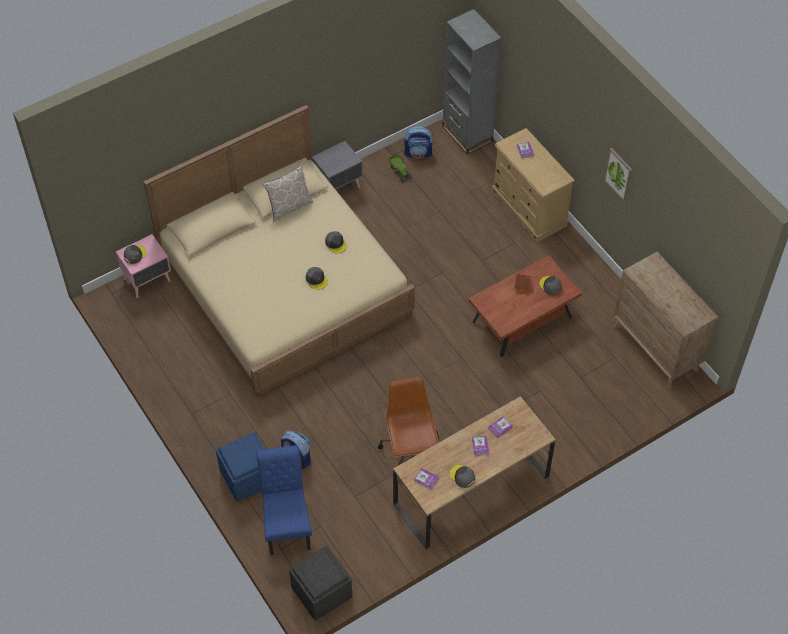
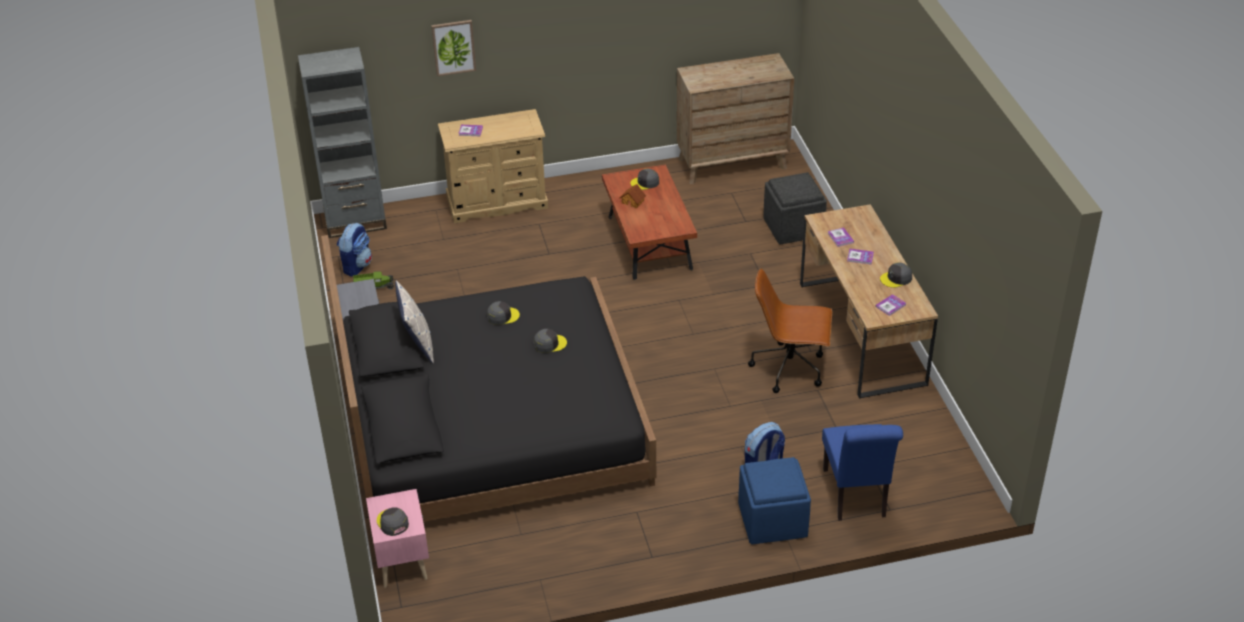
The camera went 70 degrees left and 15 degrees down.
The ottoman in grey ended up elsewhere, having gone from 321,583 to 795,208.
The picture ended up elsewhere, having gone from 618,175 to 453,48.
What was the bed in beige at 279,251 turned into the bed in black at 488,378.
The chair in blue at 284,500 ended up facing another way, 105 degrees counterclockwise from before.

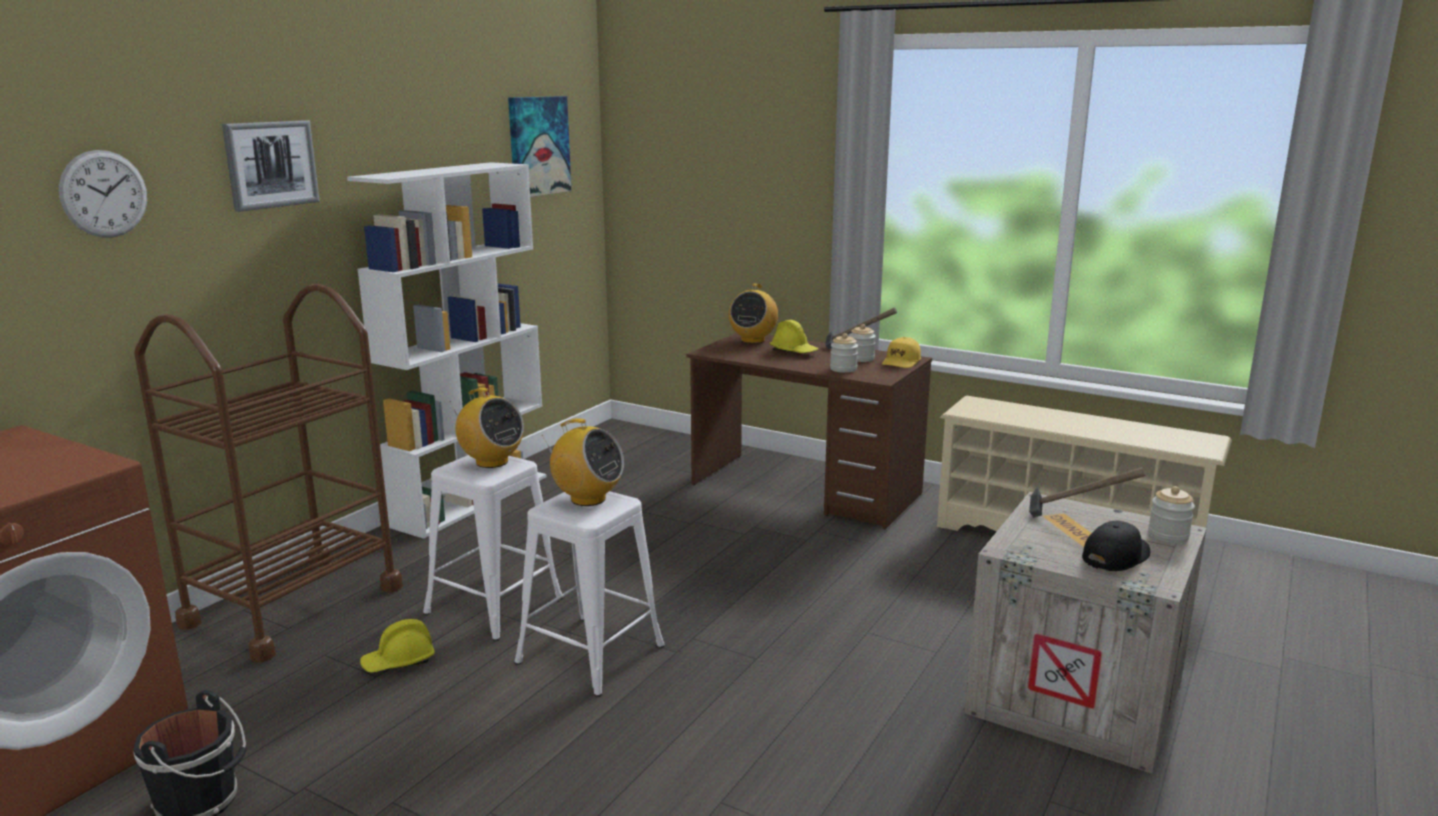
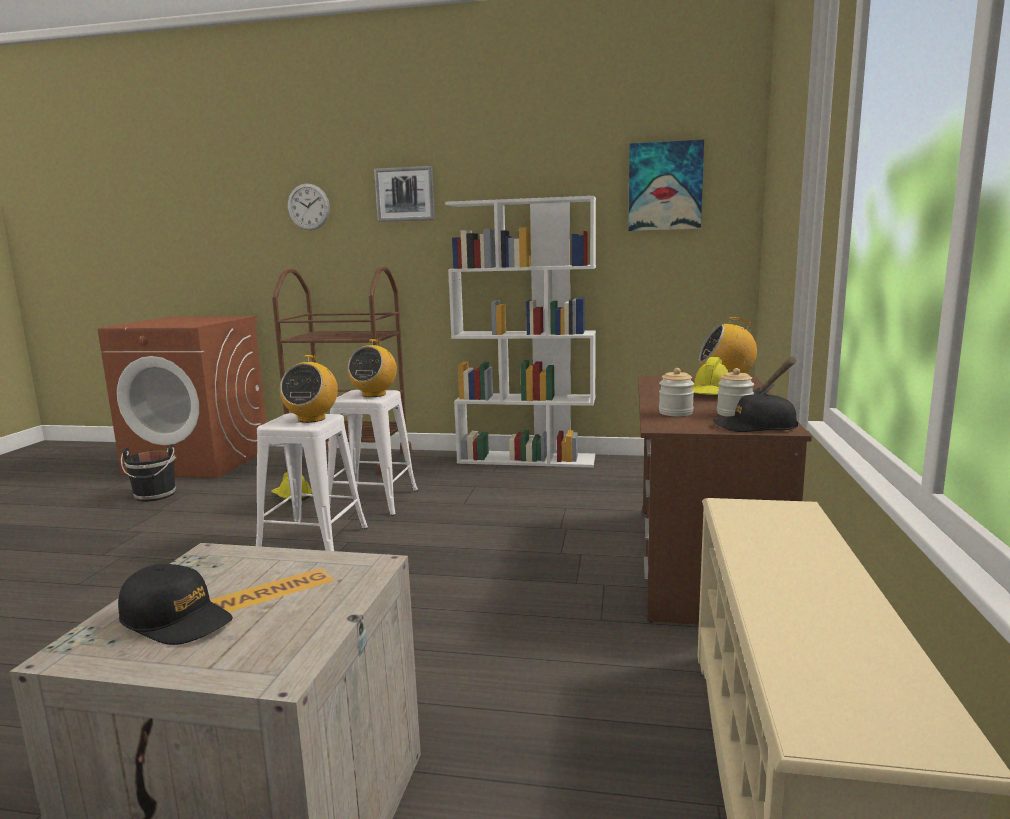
The camera went 70 degrees right and 5 degrees down.
The second view lost the hammer at 1087,492.
The second view lost the jar at 1171,514.
What was the cap in yellow at 901,352 turned into the cap in black at 755,413.

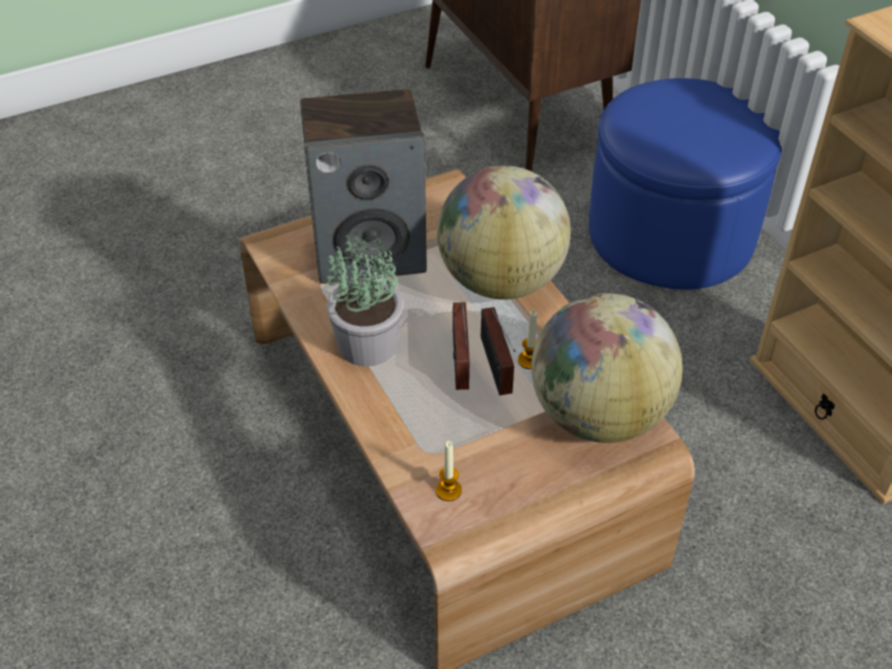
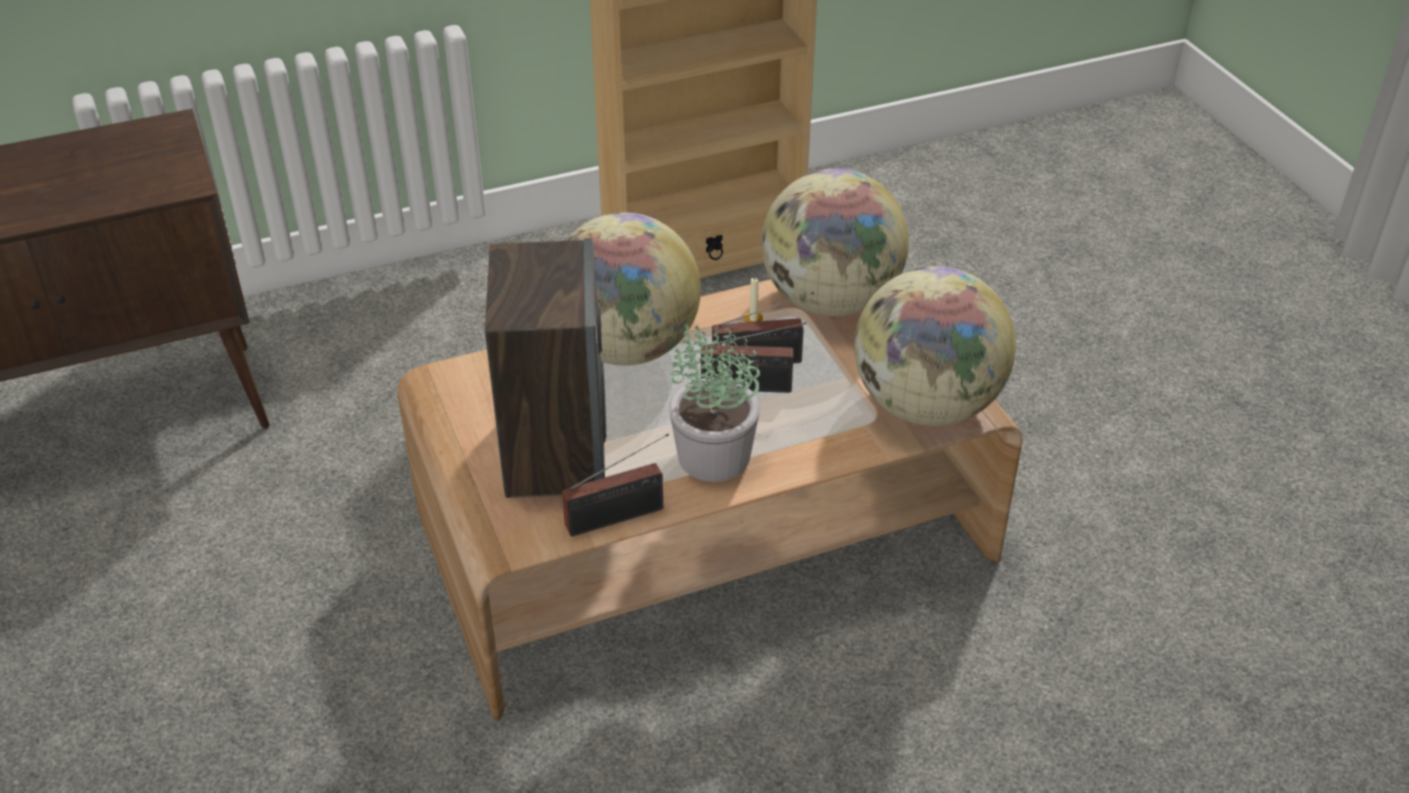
The camera went 85 degrees left and 5 degrees down.
The second view lost the ottoman in blue at 685,184.
The second view gained the radio at 615,485.
Where the candle stood at 449,471, the globe came to stand at 935,346.

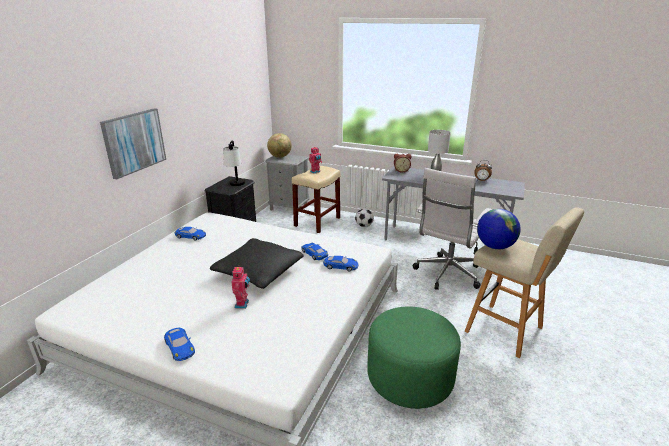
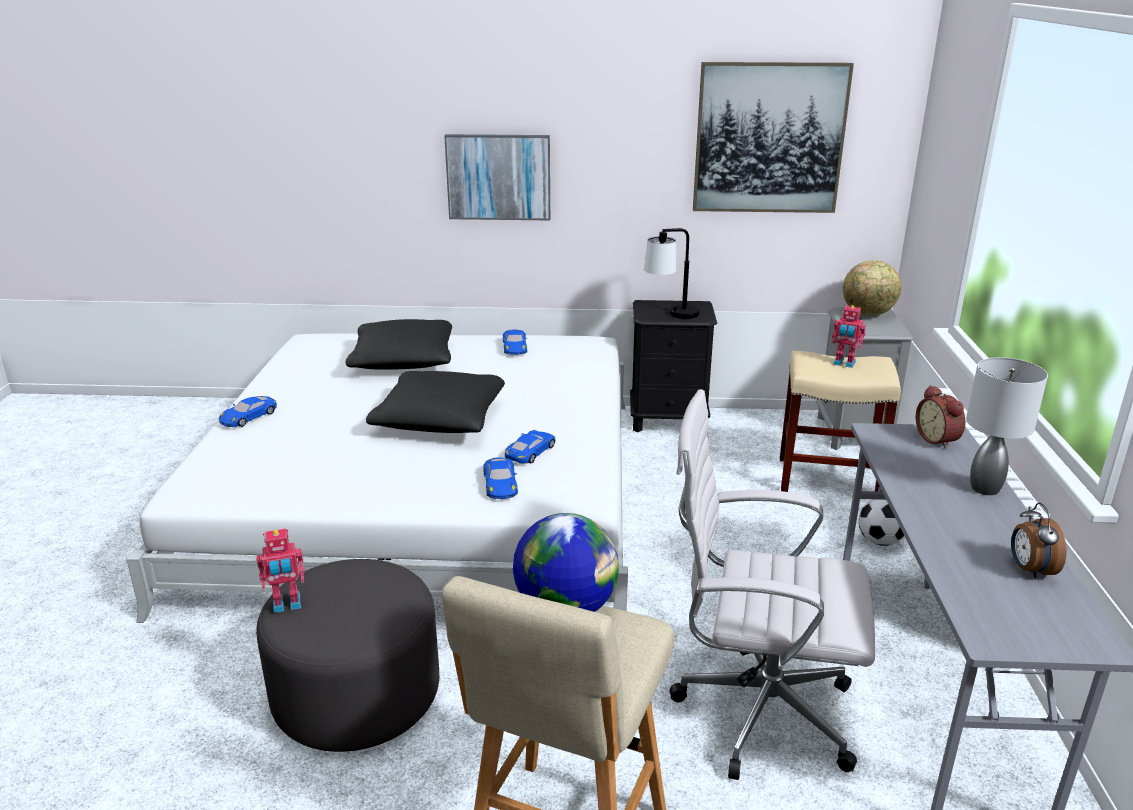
The camera went 70 degrees right and 0 degrees up.
The second view gained the pillow in black at 398,344.
The second view gained the picture at 773,137.
The toy robot ended up elsewhere, having gone from 240,288 to 280,571.
What was the ottoman in green at 414,358 turned into the ottoman in grey at 347,655.

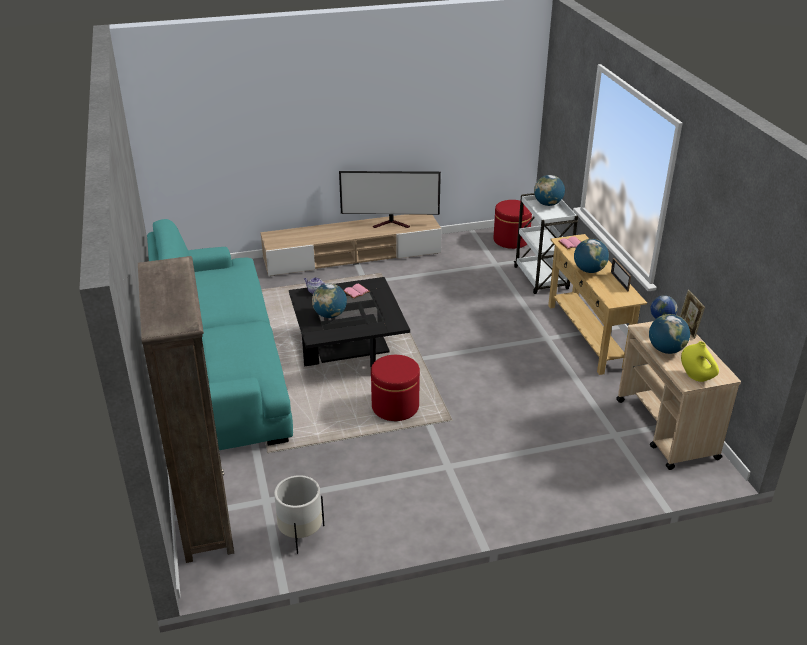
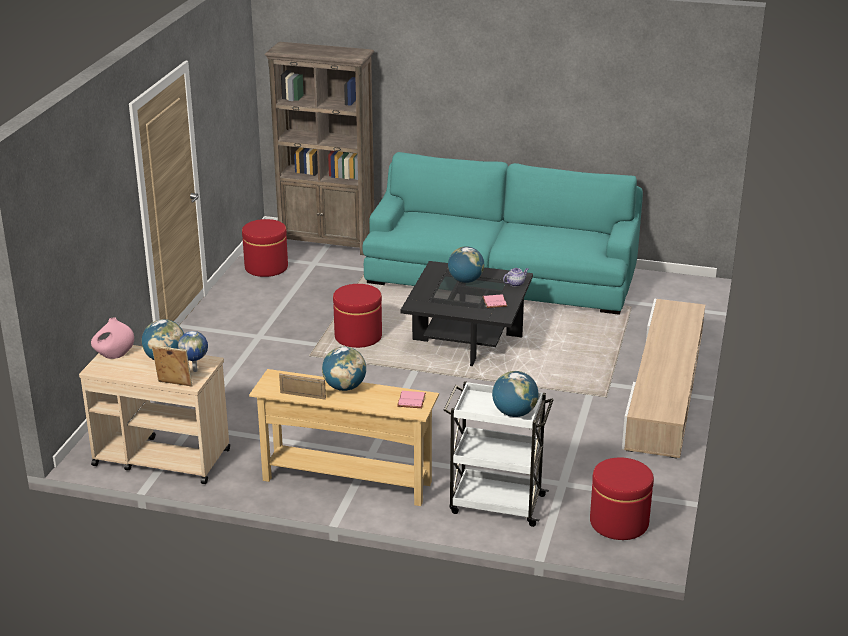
The camera went 120 degrees right and 5 degrees down.
The second view lost the television at 390,199.
Where the planter in white stood at 299,514, the ottoman in red came to stand at 265,248.
What was the vase in yellow at 700,361 turned into the vase in pink at 112,338.

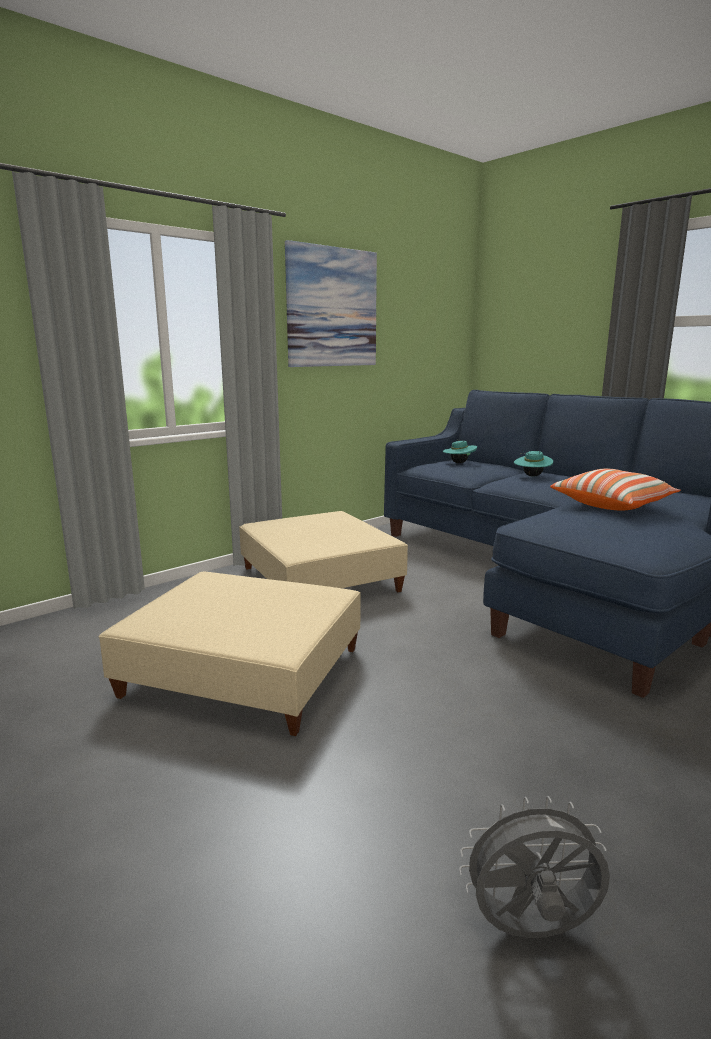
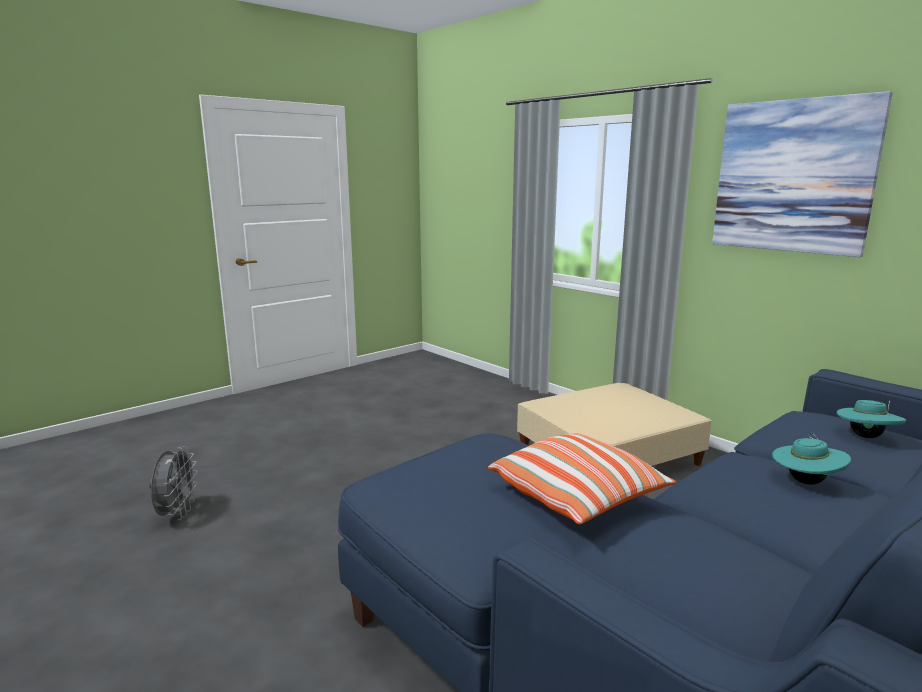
The camera went 90 degrees right and 0 degrees up.
The second view lost the ottoman in beige at 229,654.

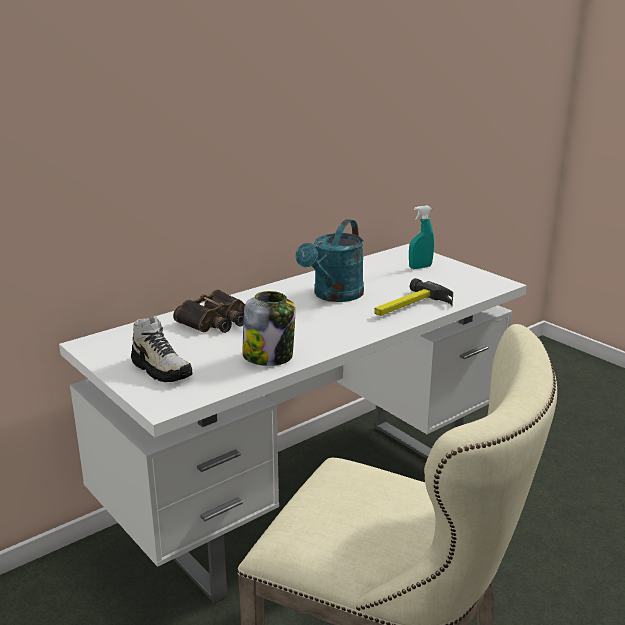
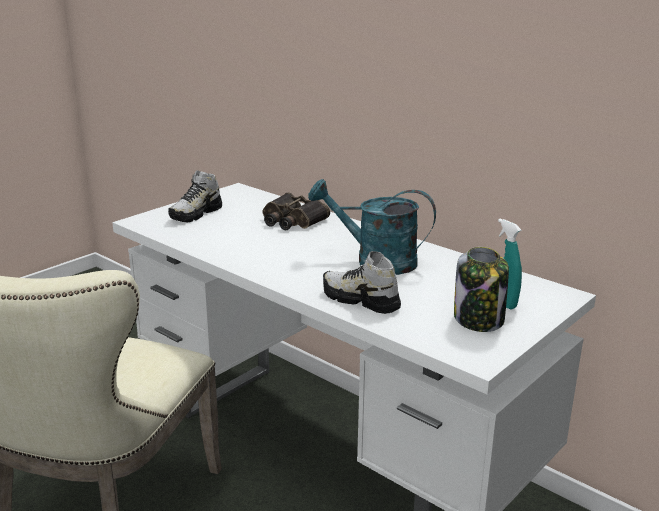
The camera went 80 degrees right and 0 degrees up.
The jar ended up elsewhere, having gone from 268,328 to 481,289.
Where the hammer stood at 413,297, the shoe came to stand at 362,282.

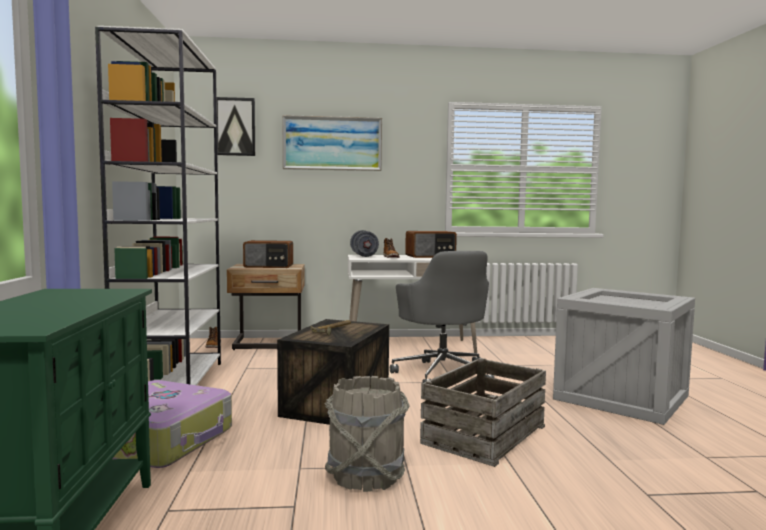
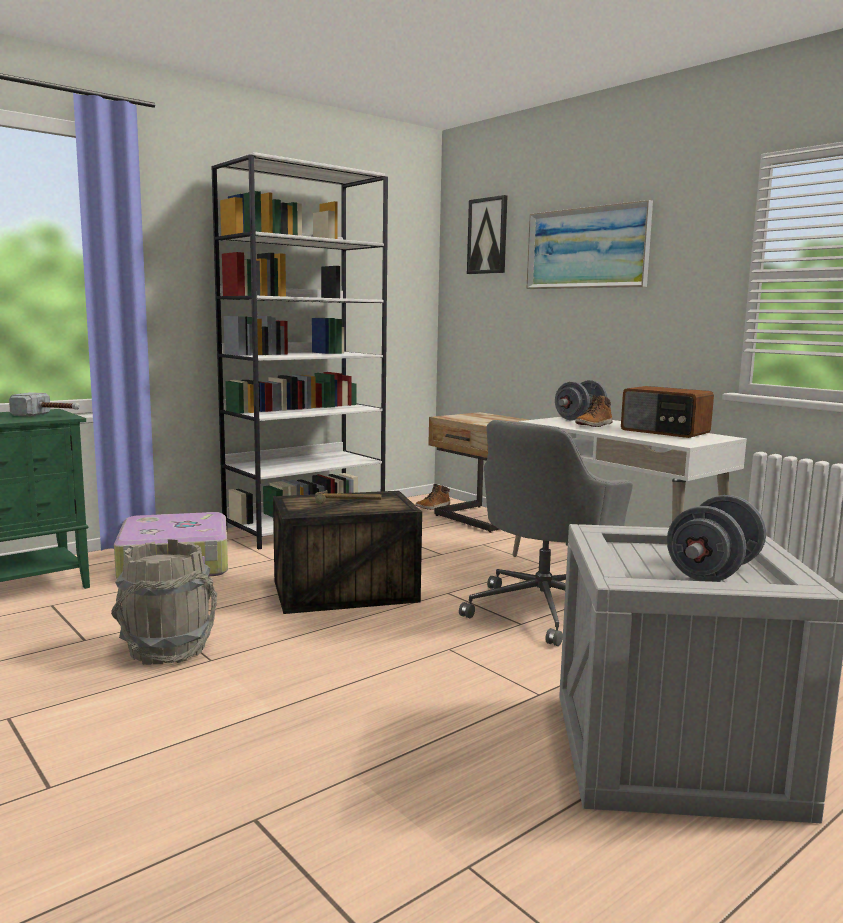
The camera went 55 degrees right and 5 degrees up.
The second view lost the radio at 268,254.
The second view lost the crate at 483,412.
The second view gained the hammer at 44,404.
The second view gained the dumbbell in grey at 716,538.

